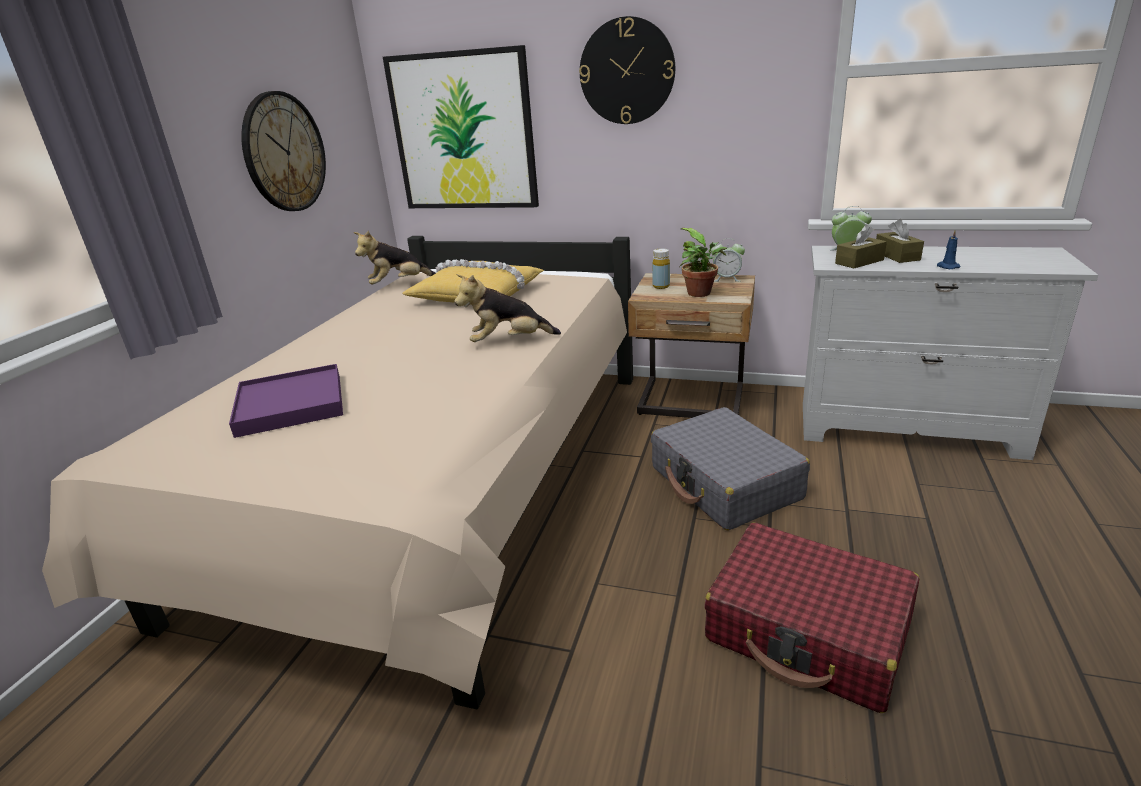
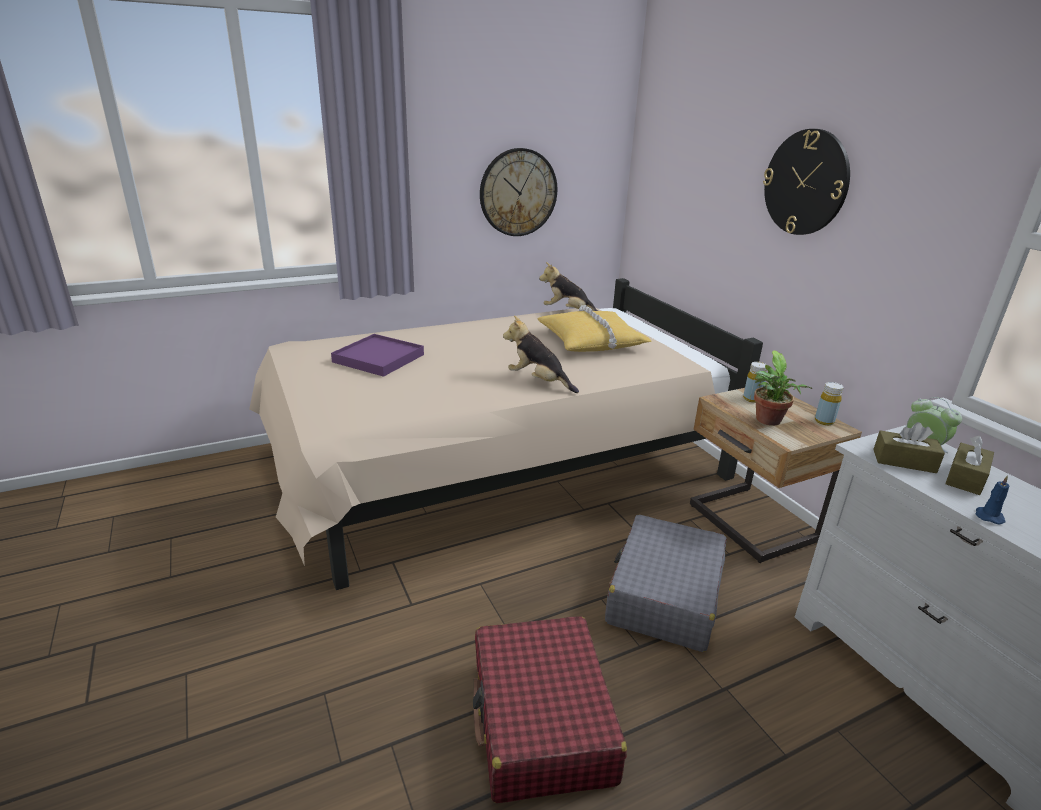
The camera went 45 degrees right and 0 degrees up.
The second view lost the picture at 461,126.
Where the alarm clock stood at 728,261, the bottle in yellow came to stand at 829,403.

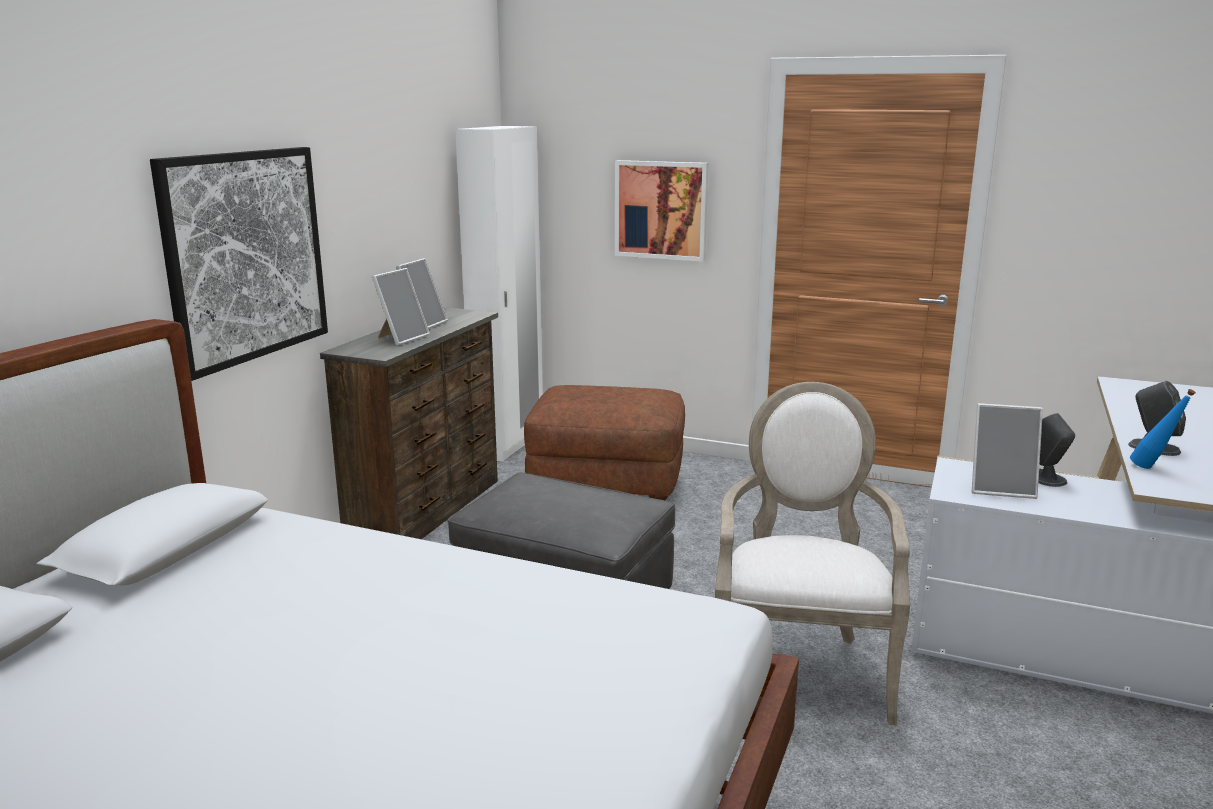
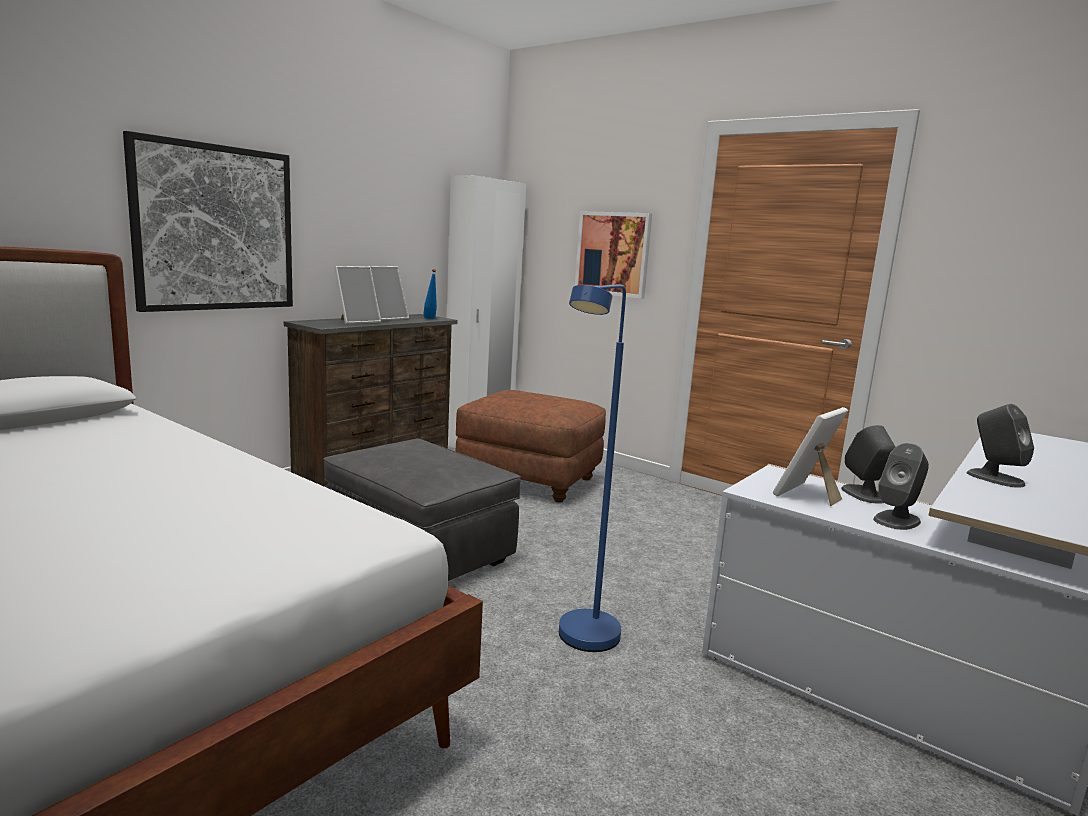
The camera went 15 degrees right and 5 degrees down.
The second view gained the speaker in grey at 901,486.
The bottle in blue ended up elsewhere, having gone from 1163,429 to 430,294.
Where the armchair stood at 812,553, the floor lamp in blue came to stand at 592,468.
The picture frame at 1007,451 ended up facing another way, 105 degrees clockwise from before.

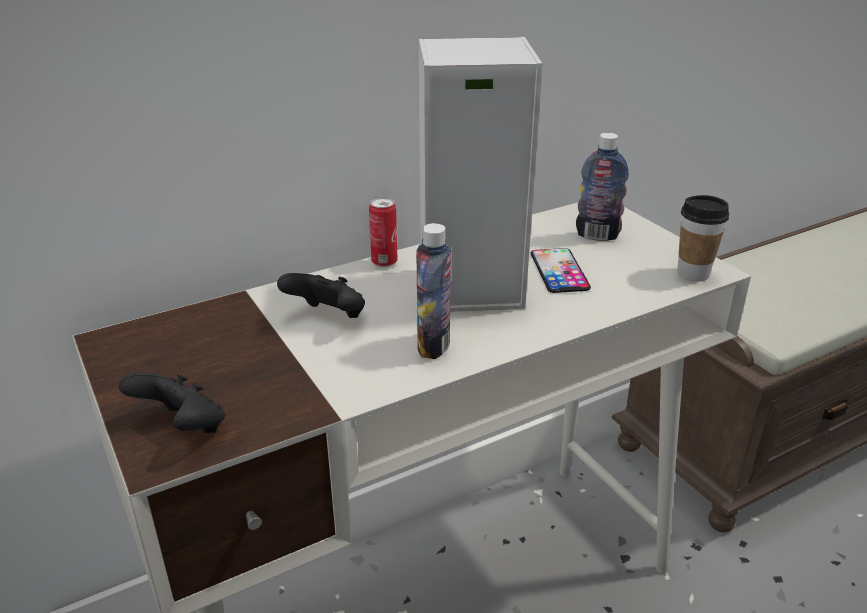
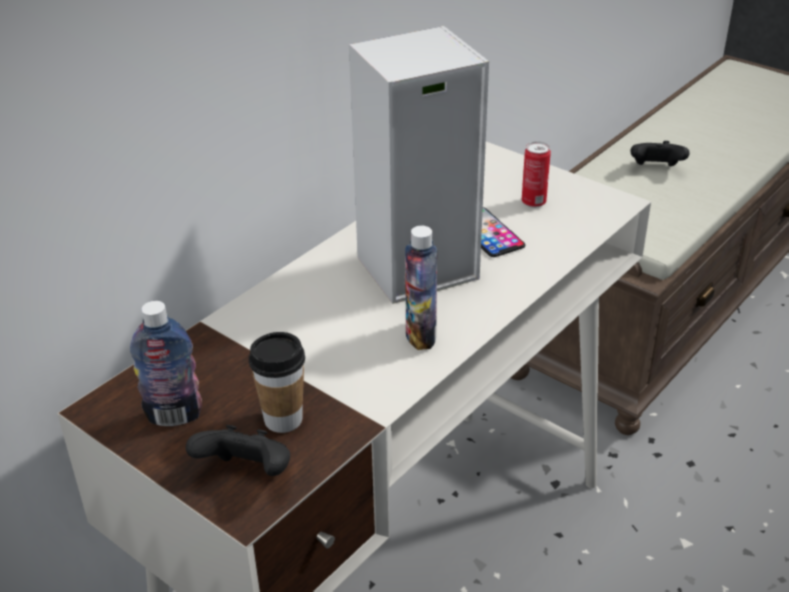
The camera went 20 degrees left and 5 degrees up.
The game controller in black ended up elsewhere, having gone from 321,295 to 659,153.
The can ended up elsewhere, having gone from 383,232 to 536,174.
The bottle ended up elsewhere, having gone from 602,187 to 166,363.
The cup ended up elsewhere, having gone from 703,238 to 277,382.

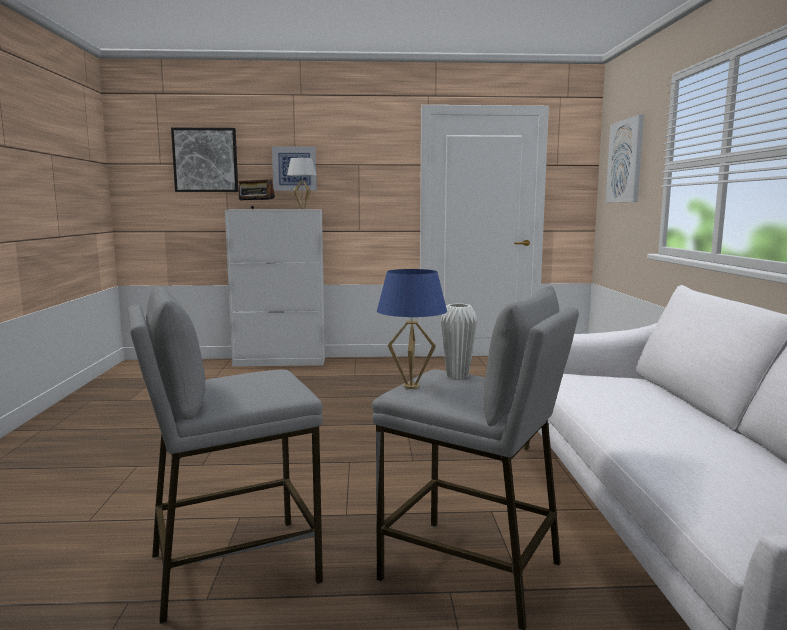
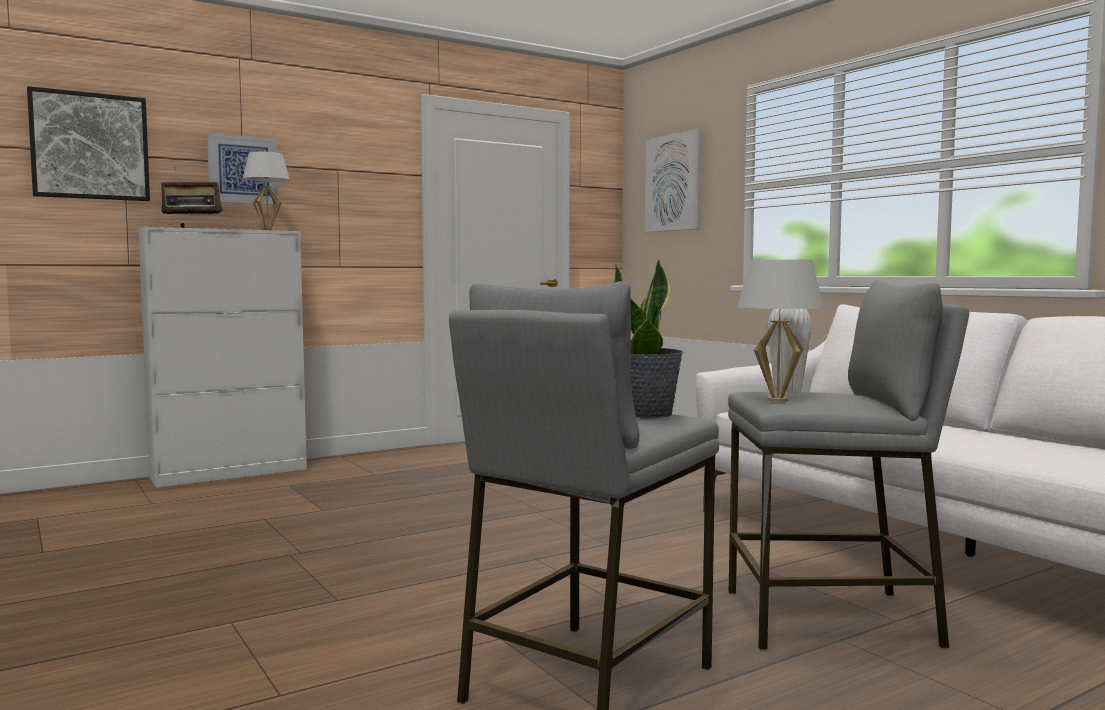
The camera went 30 degrees left and 5 degrees down.
The second view gained the potted plant at 648,339.
What was the table lamp in blue at 412,329 turned into the table lamp in white at 780,331.

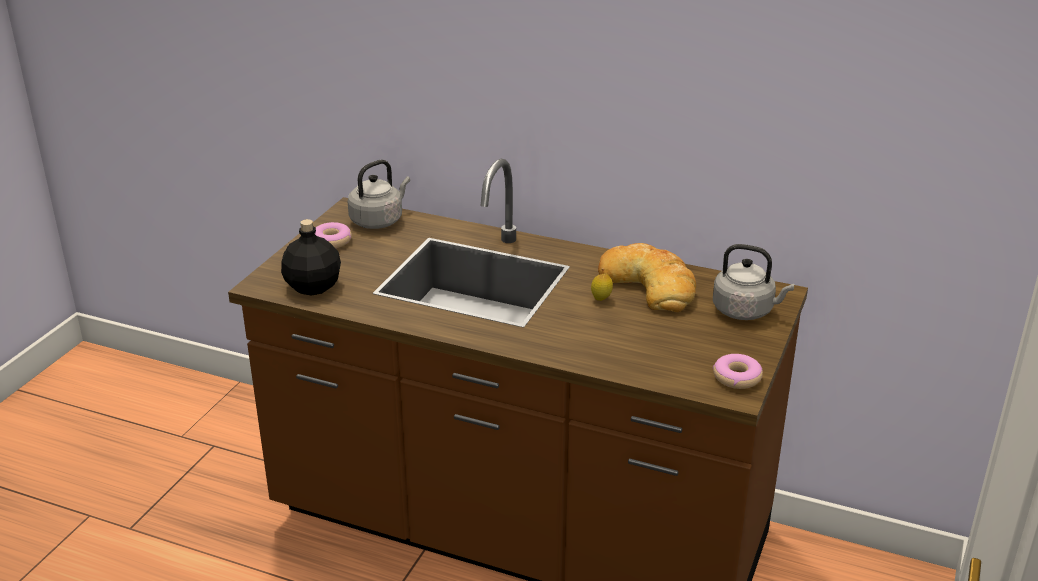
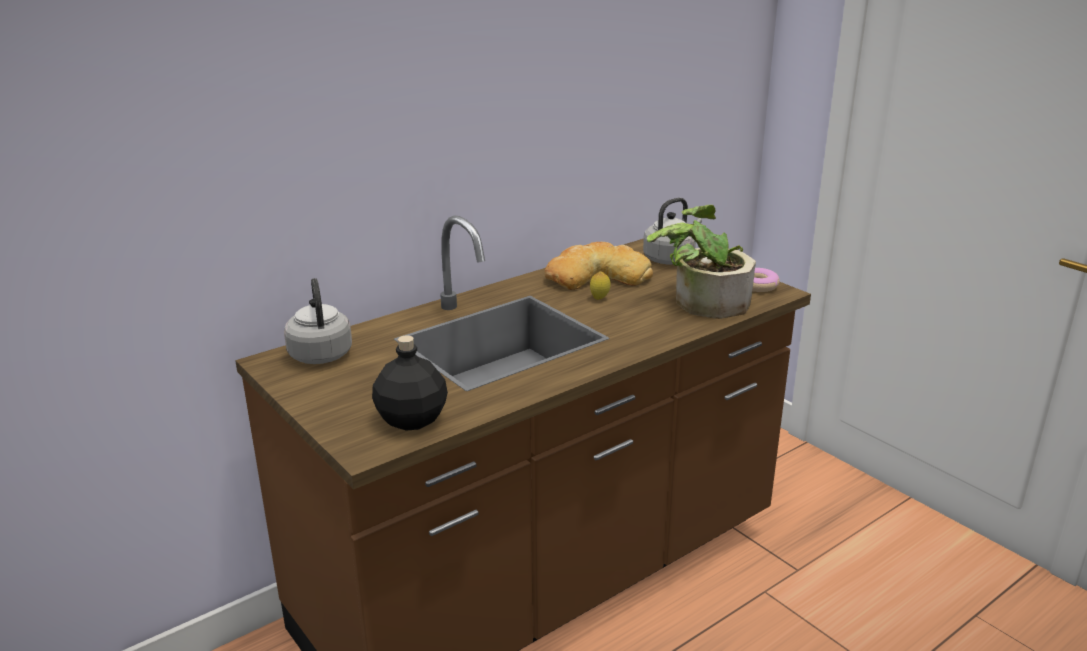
The camera went 60 degrees left and 5 degrees down.
The second view lost the donut at 333,235.
The second view gained the potted plant at 701,262.

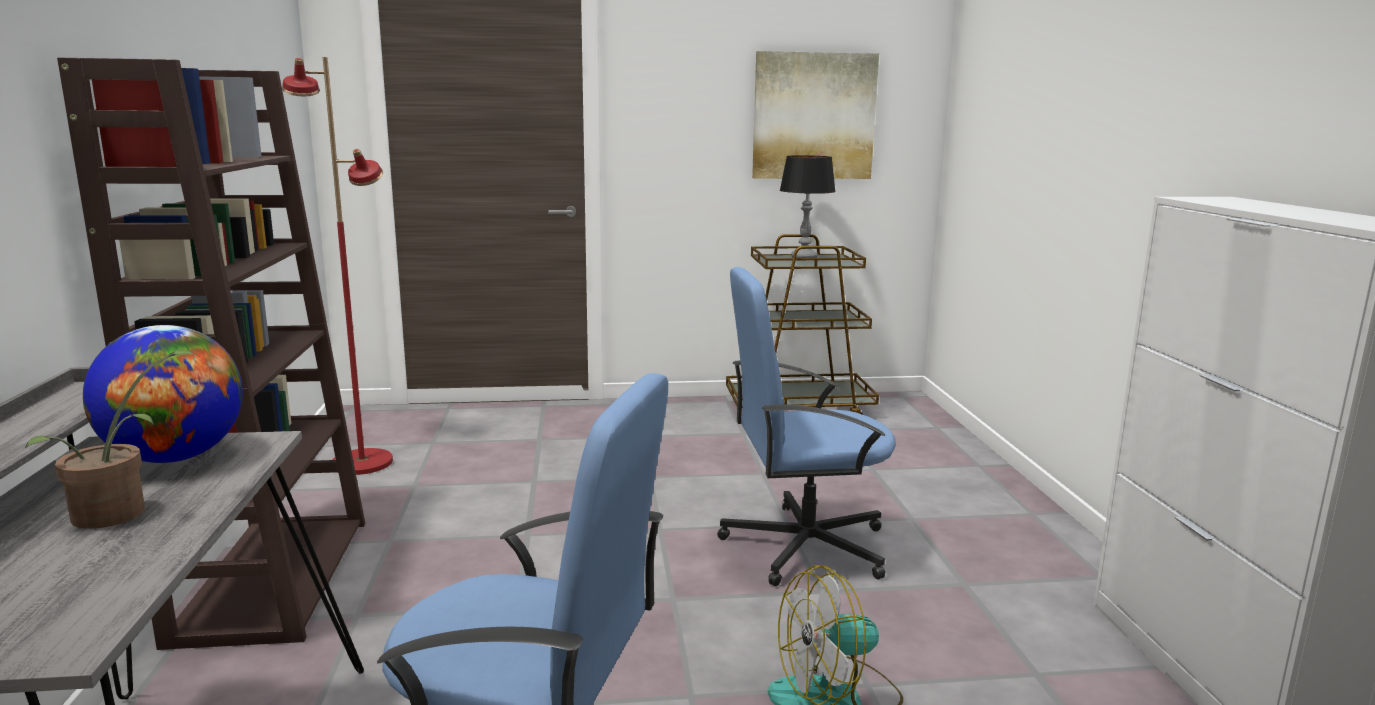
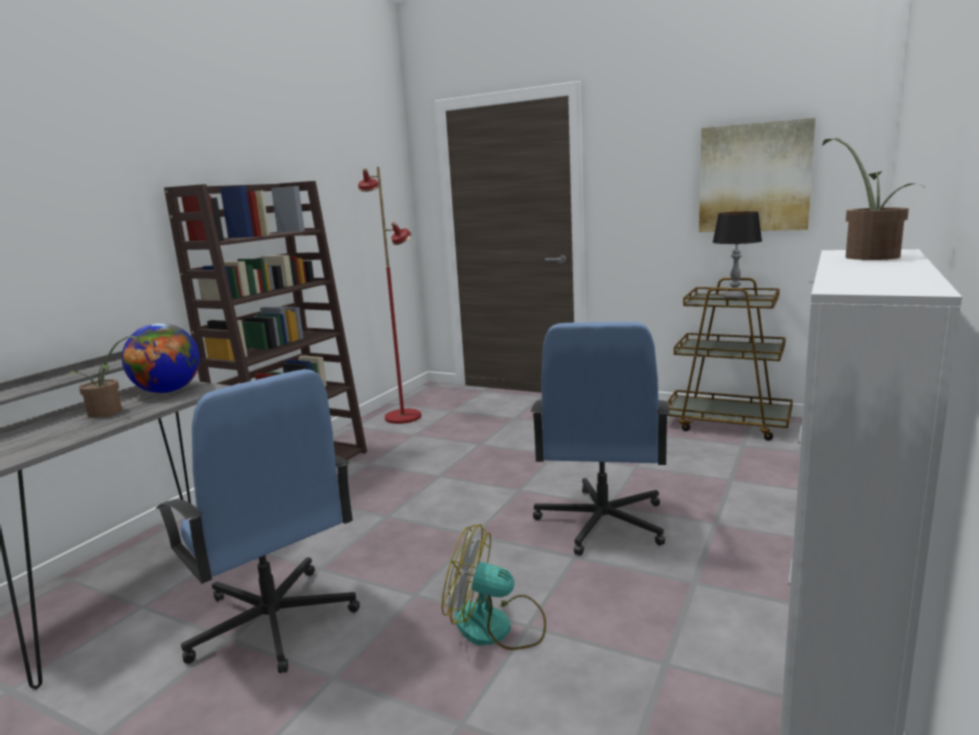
The camera went 35 degrees right and 0 degrees up.
The second view gained the potted plant at 873,199.
The office chair in blue at 806,426 ended up facing another way, 105 degrees counterclockwise from before.

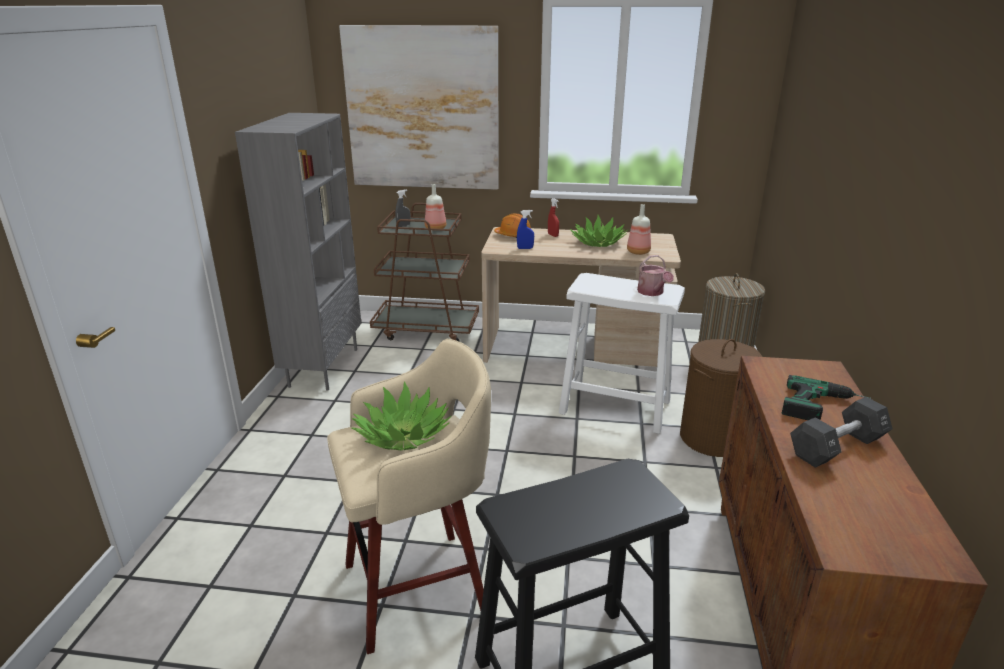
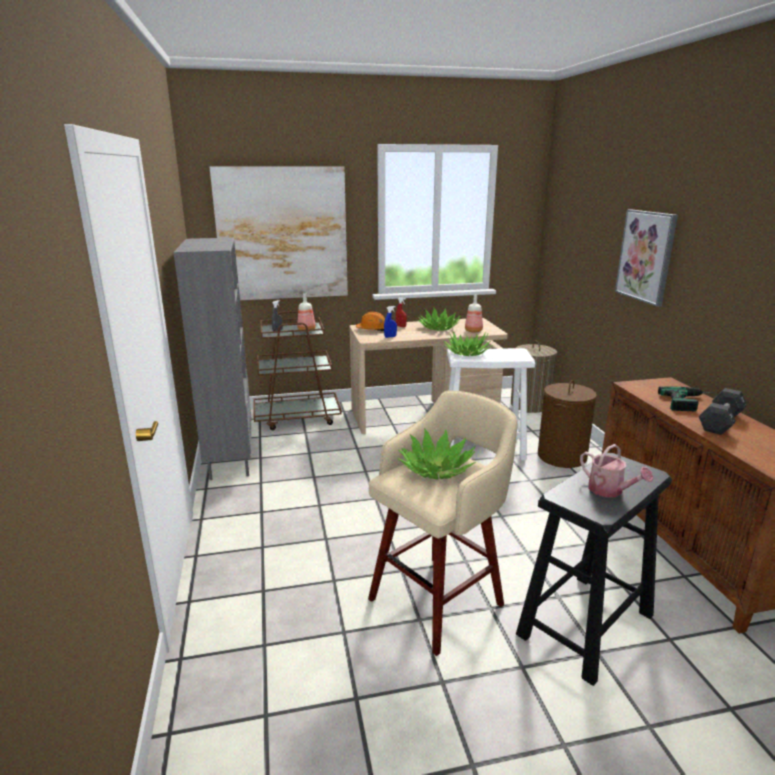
The camera went 20 degrees left and 5 degrees down.
The second view gained the potted plant at 468,344.
The second view gained the picture at 646,258.
The watering can ended up elsewhere, having gone from 655,275 to 617,470.

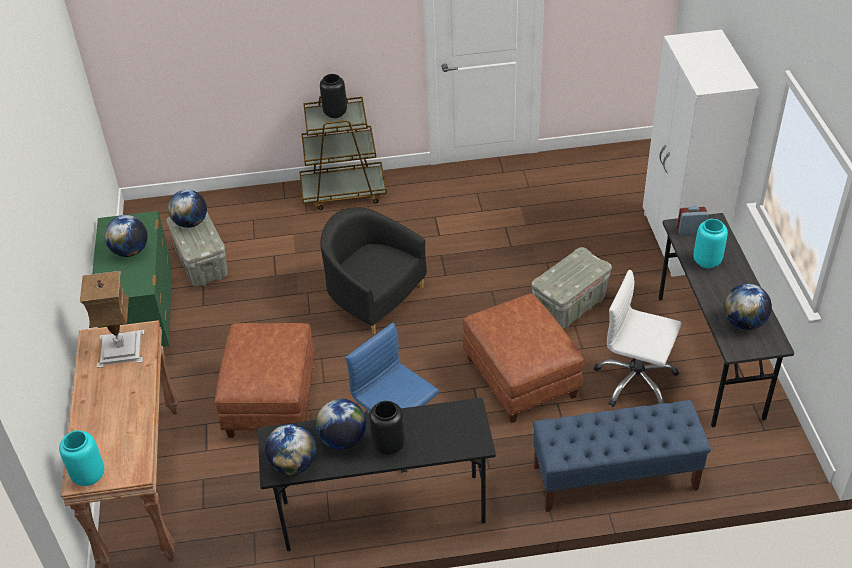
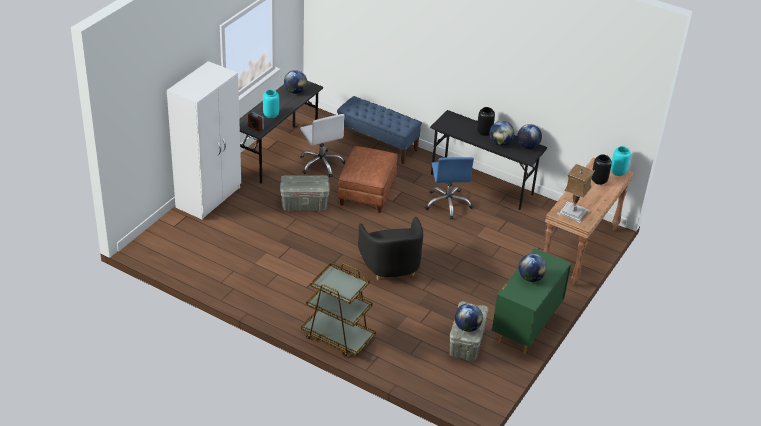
The camera went 145 degrees left and 5 degrees down.
The second view lost the ottoman in brown at 265,380.
The vase in black ended up elsewhere, having gone from 333,96 to 602,169.

